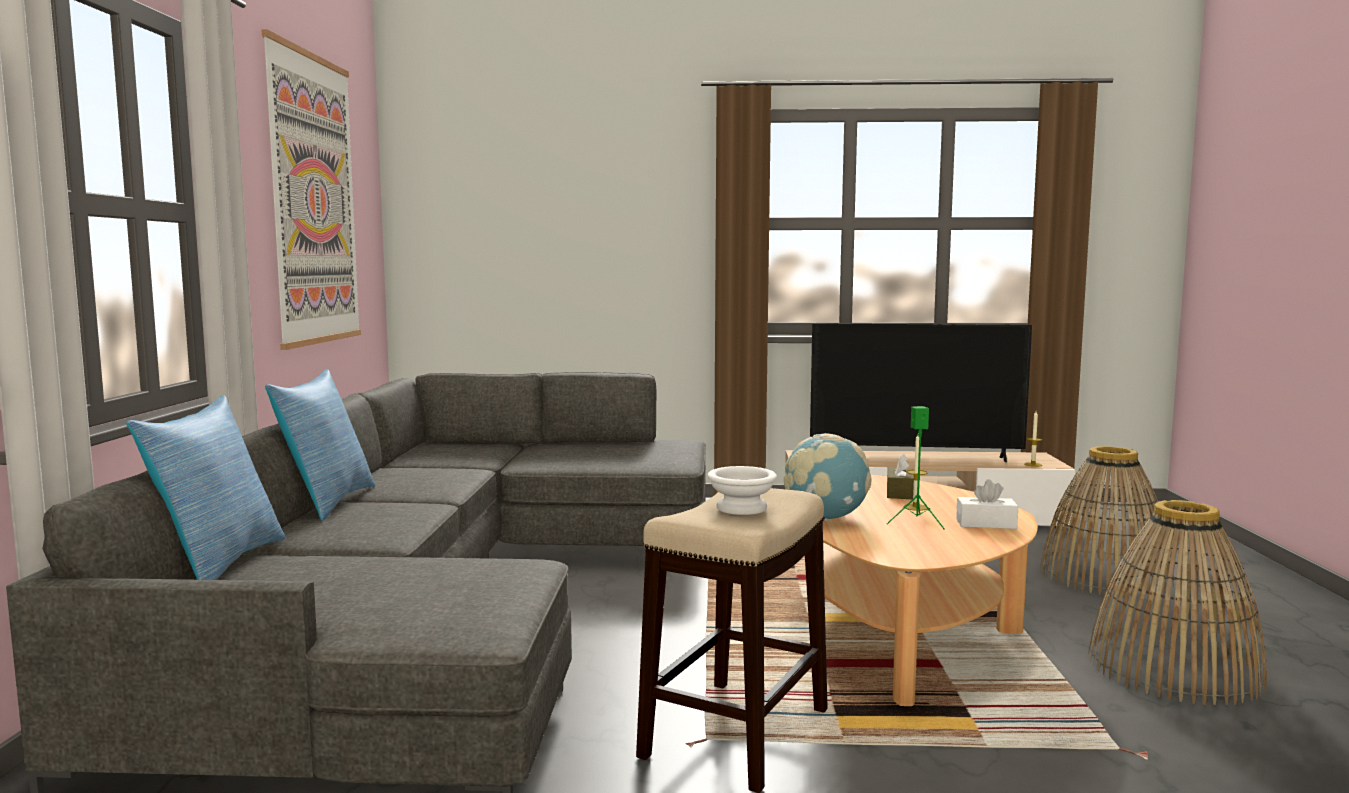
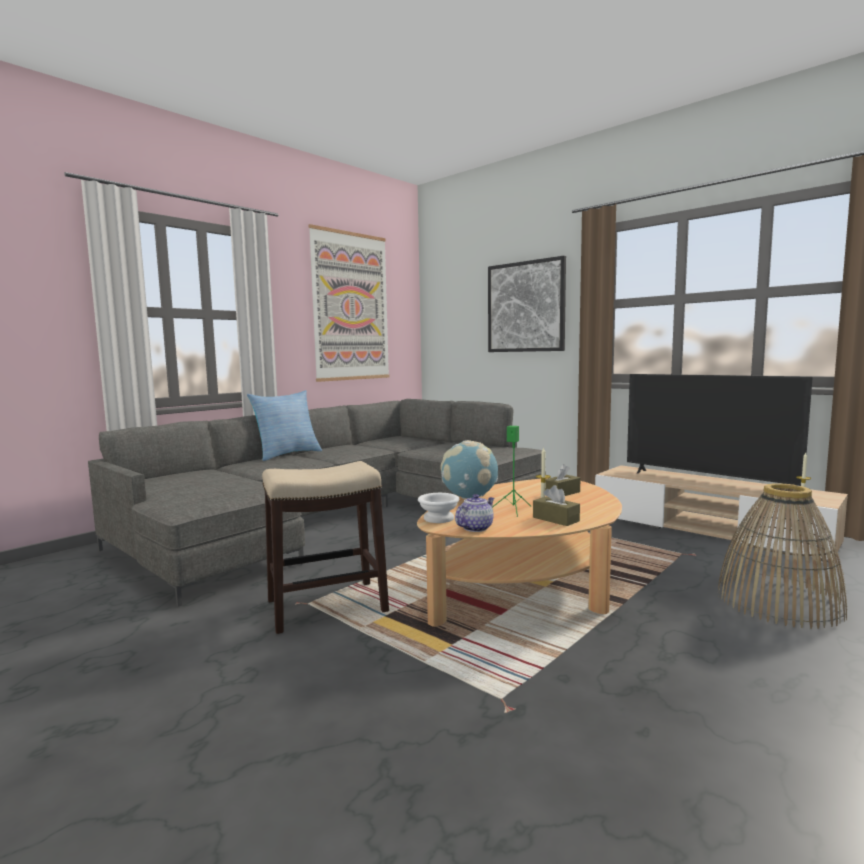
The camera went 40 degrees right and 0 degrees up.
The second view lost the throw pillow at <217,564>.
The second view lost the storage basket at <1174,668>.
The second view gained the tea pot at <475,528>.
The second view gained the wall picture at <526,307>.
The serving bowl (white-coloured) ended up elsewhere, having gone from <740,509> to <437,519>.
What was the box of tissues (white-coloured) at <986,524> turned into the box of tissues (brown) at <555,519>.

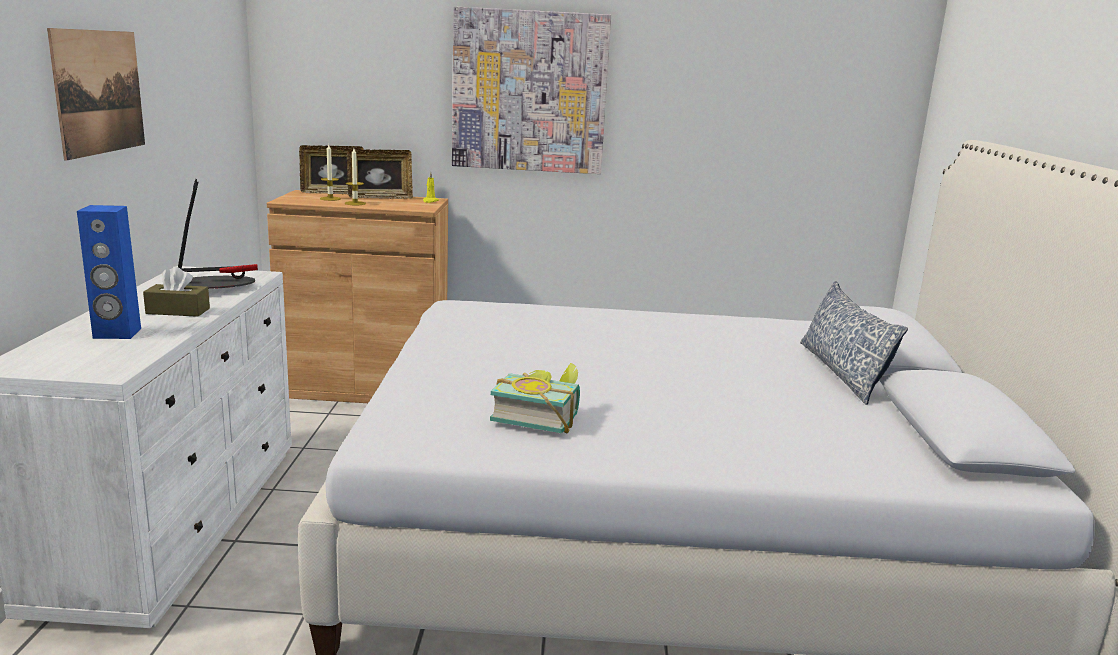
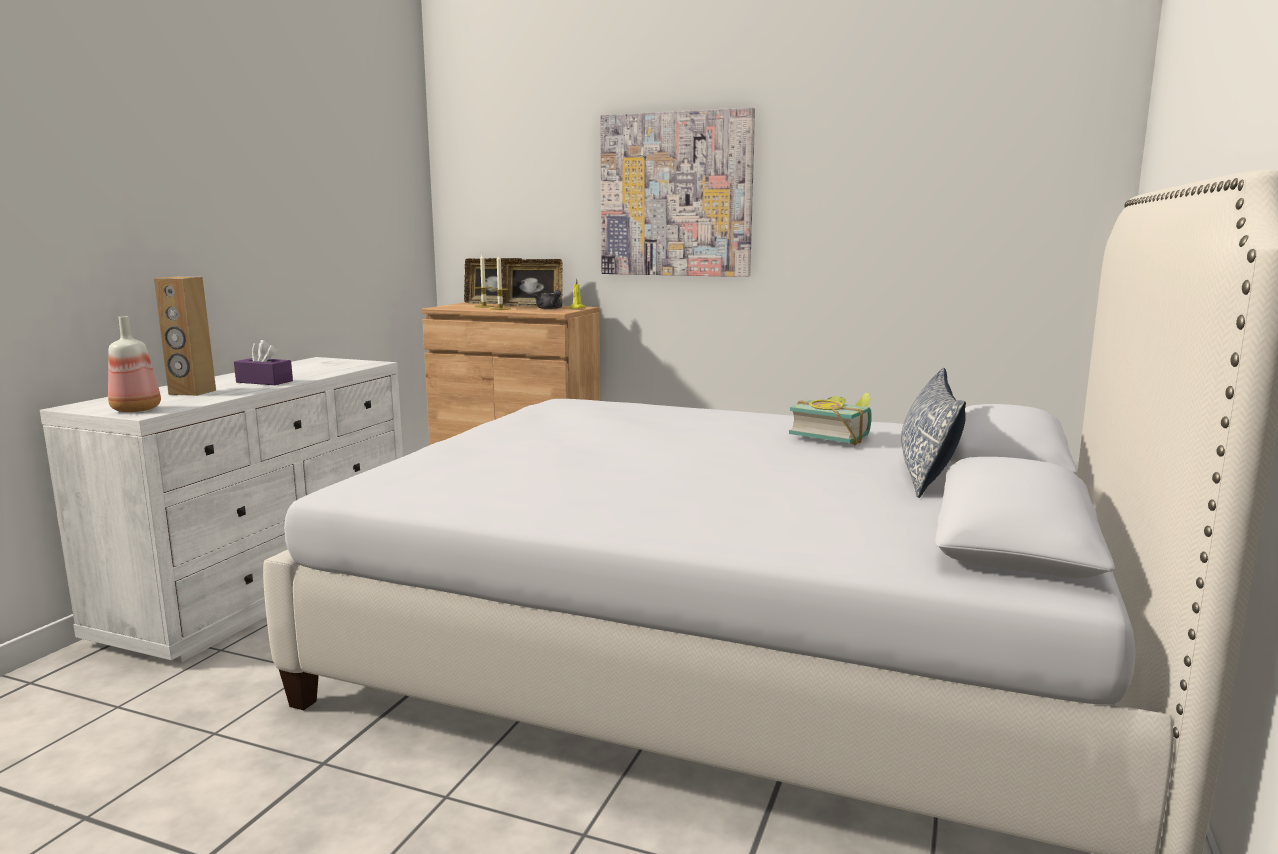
The camera went 20 degrees right and 5 degrees down.
The second view lost the wall picture at <99,92>.
The second view lost the tabletop lamp at <213,286>.
The second view gained the beverage bottle at <137,409>.
The second view gained the tea pot (gray) at <550,309>.
The book ended up elsewhere, having gone from <538,417> to <833,436>.
What was the audio speaker (blue) at <117,333> turned into the audio speaker (brown) at <192,392>.
What was the box of tissues (brown) at <178,311> turned into the box of tissues (purple-coloured) at <264,381>.

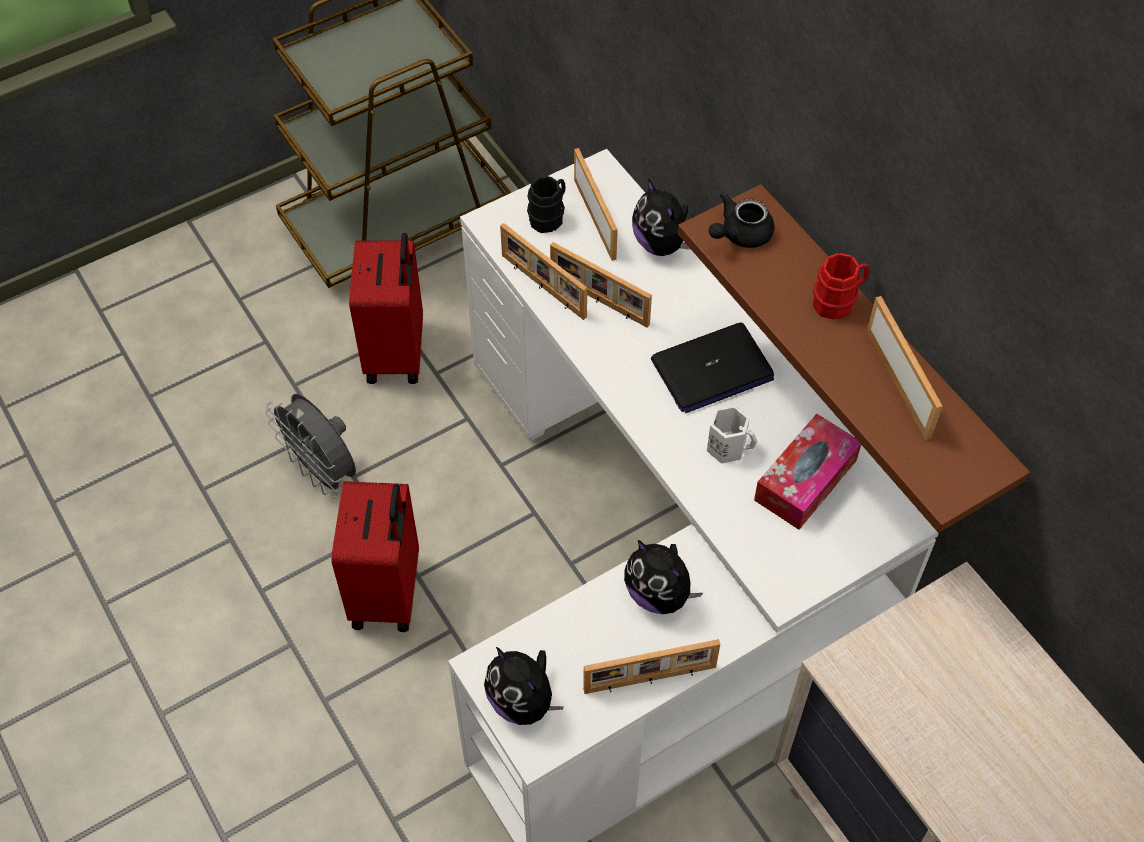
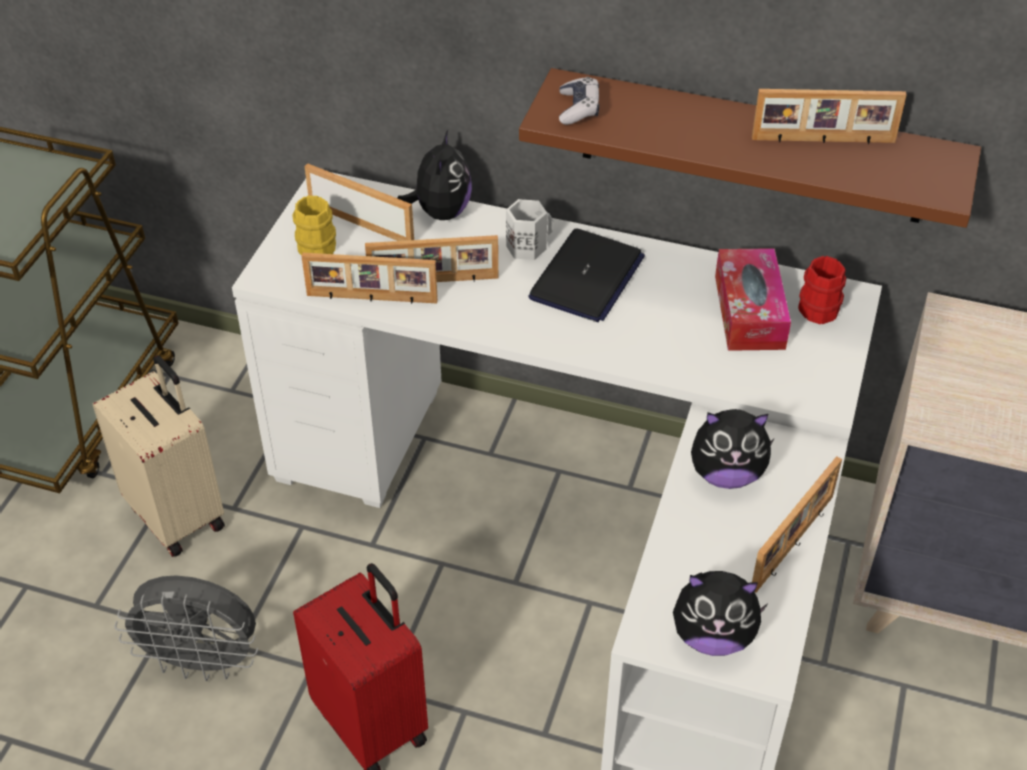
The camera went 40 degrees left and 10 degrees down.
The coffee mug (white-coloured) ended up elsewhere, having gone from <728,446> to <527,246>.
The coffee mug (red) ended up elsewhere, having gone from <838,301> to <820,305>.
Where the tea pot (black-coloured) stood at <740,234>, the game controller came to stand at <578,109>.
What was the travel case (red) at <397,353> turned into the travel case (beige-coloured) at <178,514>.
What was the coffee mug (black-coloured) at <549,216> turned into the coffee mug (yellow) at <317,243>.
The soft toy at <661,244> ended up facing another way, 105 degrees counterclockwise from before.
The standing frame at <900,383> ended up facing another way, 150 degrees clockwise from before.

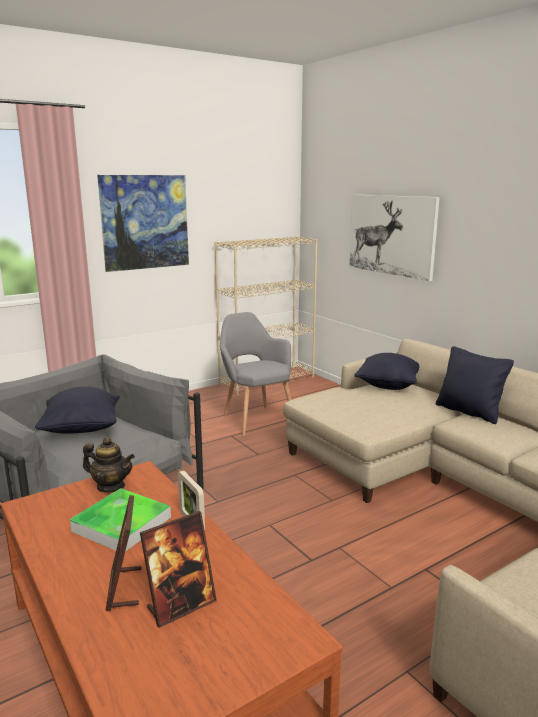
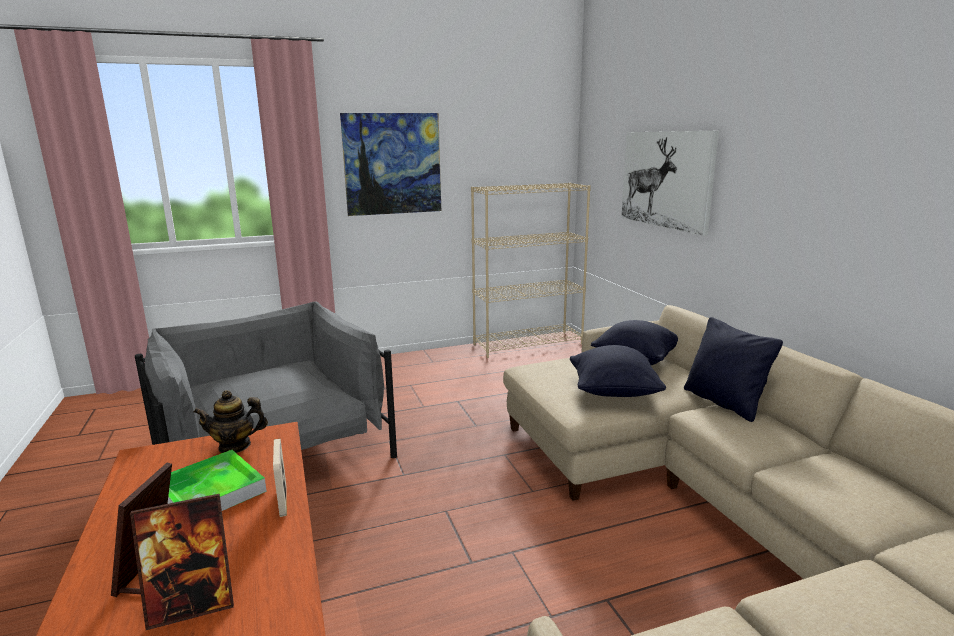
The camera went 15 degrees right and 0 degrees up.
The second view lost the easy chair (gray) at <255,419>.
The throw pillow (black-coloured) ended up elsewhere, having gone from <82,430> to <613,393>.
The tea pot at <111,486> ended up facing another way, 135 degrees clockwise from before.

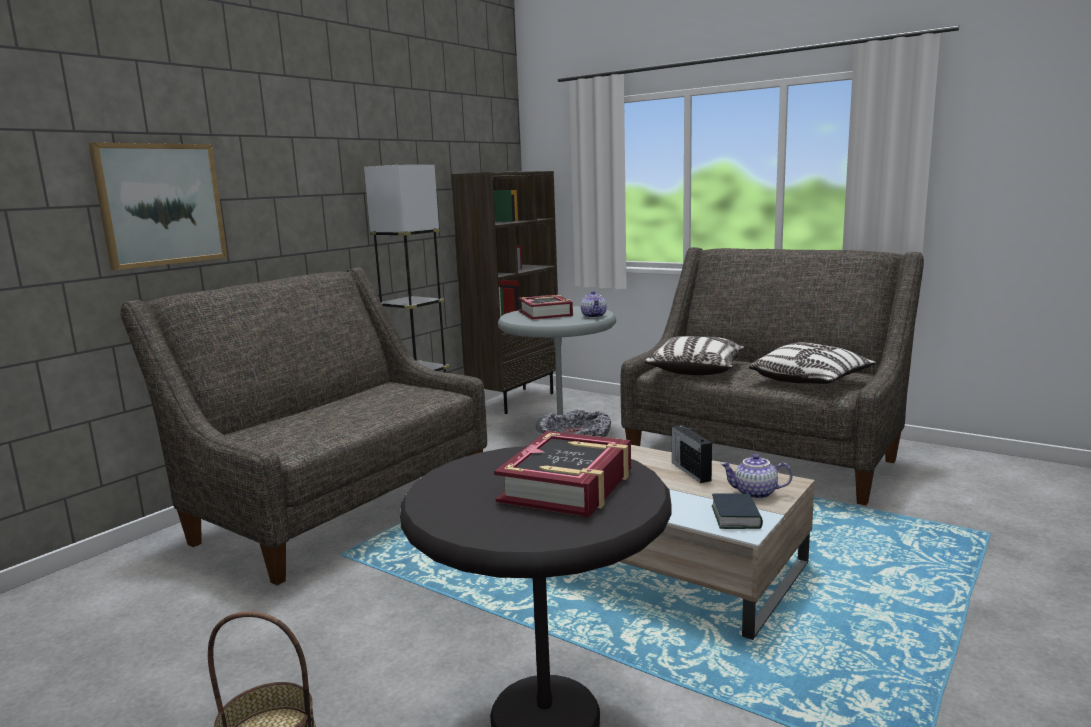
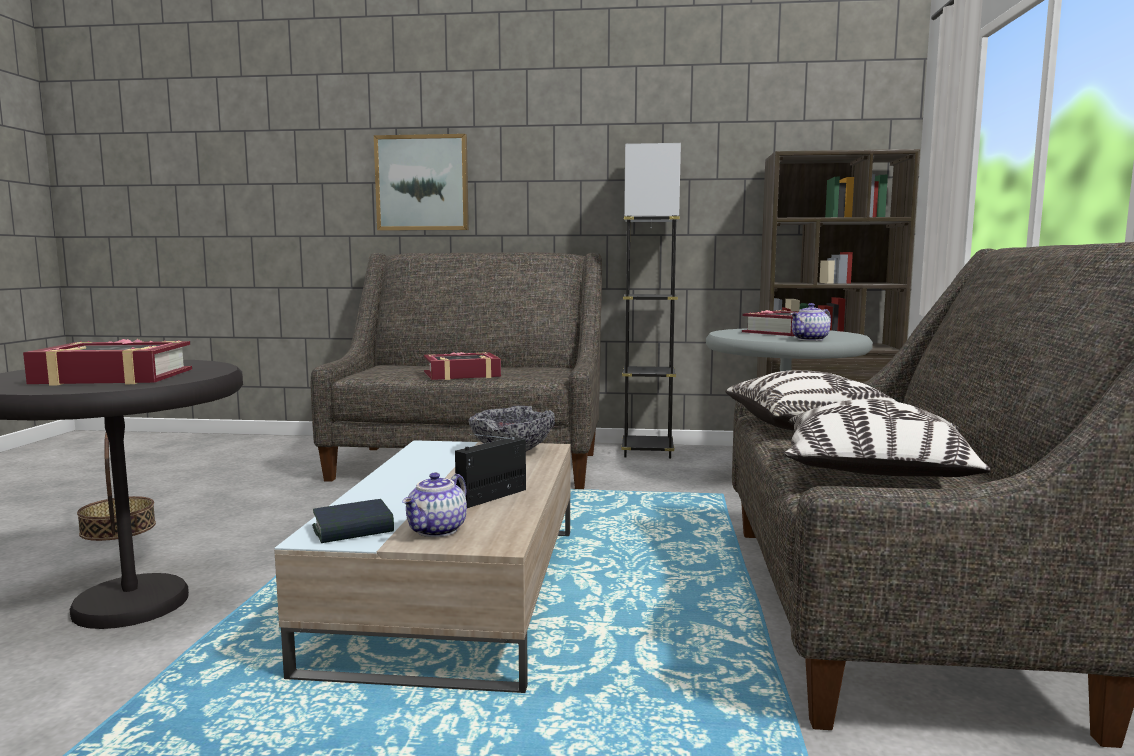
The camera went 60 degrees right and 5 degrees down.
The second view gained the book at <462,375>.
The tea pot at <755,494> ended up facing another way, 135 degrees counterclockwise from before.

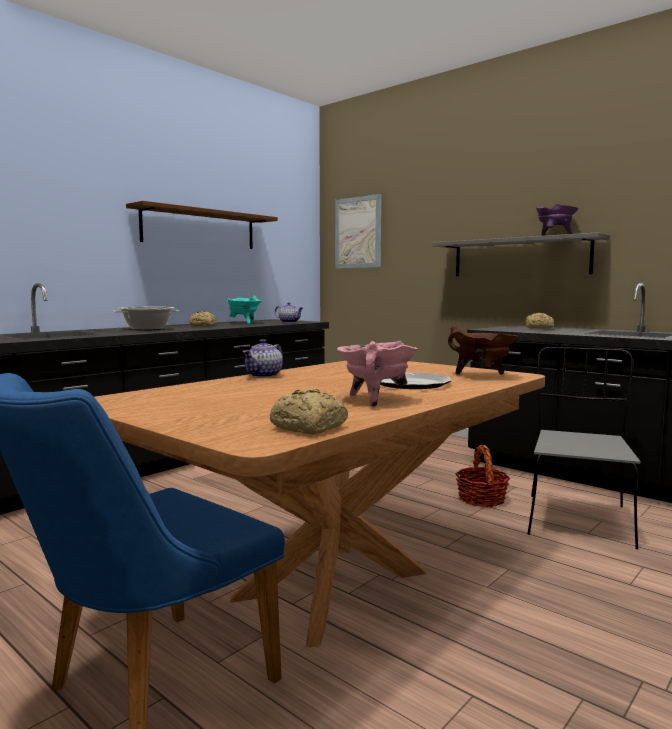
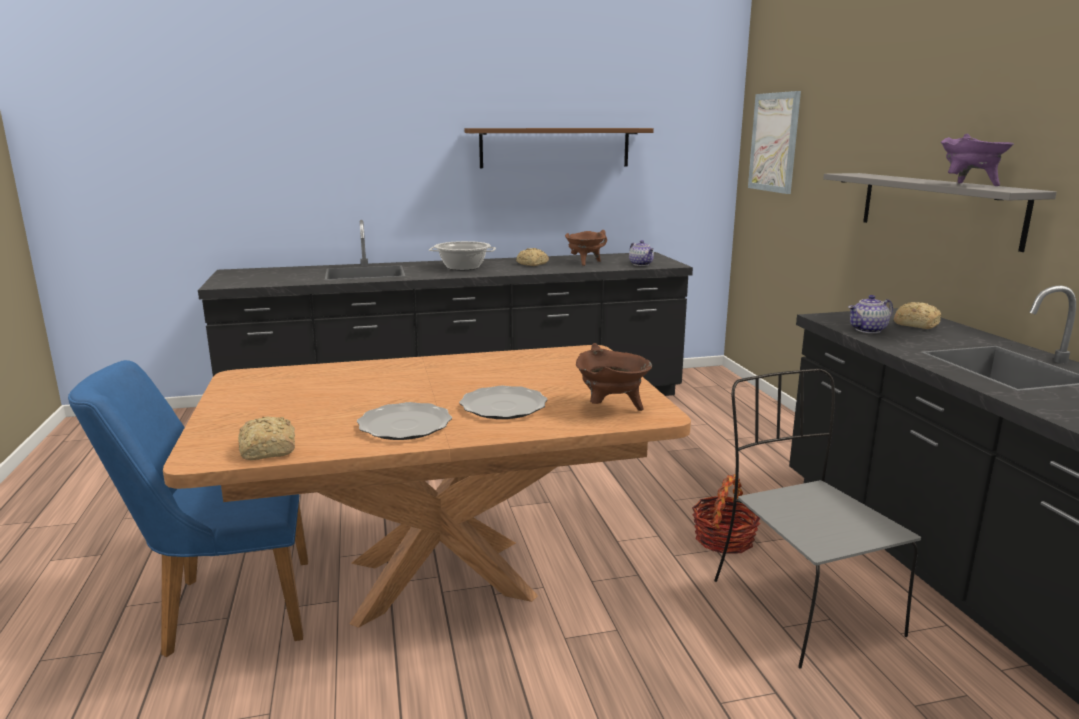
The camera went 35 degrees right and 10 degrees up.
The tea pot ended up elsewhere, having gone from <264,376> to <868,330>.
Where the cooking pot (pinkish) stood at <375,400>, the flat dish came to stand at <405,425>.
What was the cooking pot (turquoise-coloured) at <244,323> turned into the cooking pot (brown) at <584,263>.
The chair (gray) at <577,519> ended up facing another way, 75 degrees counterclockwise from before.

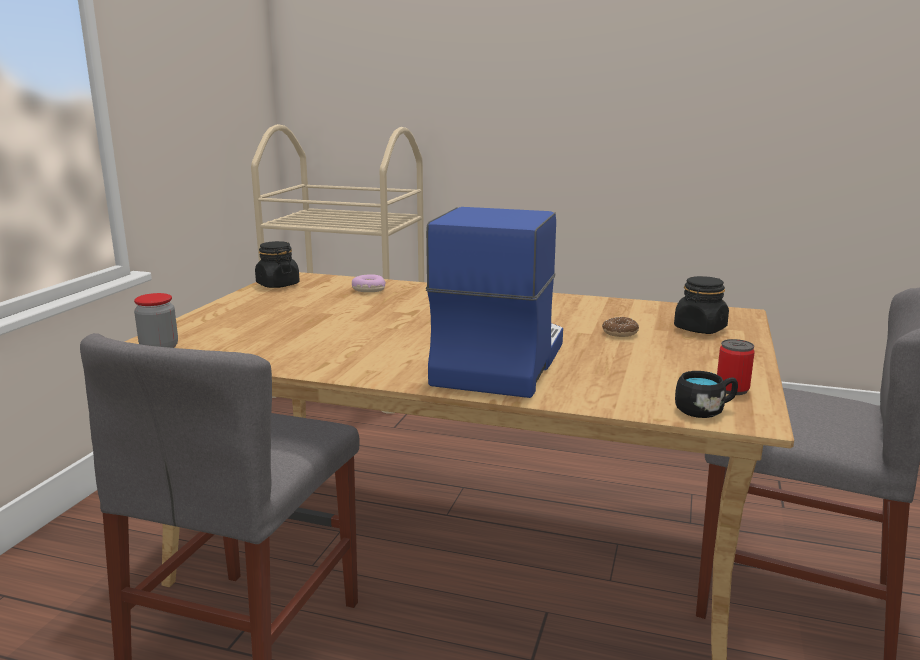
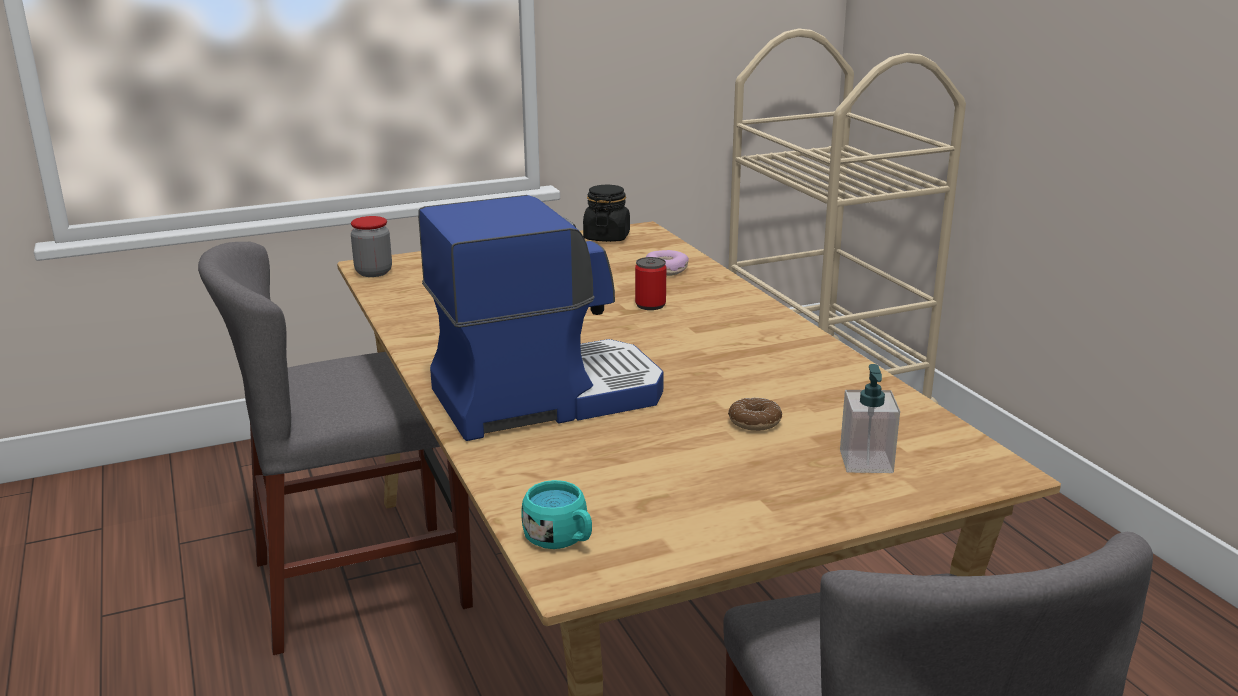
The camera went 50 degrees right and 5 degrees up.
The metal can ended up elsewhere, having gone from <732,389> to <650,305>.
Where the jar (black-coloured) stood at <700,329>, the soap dispenser came to stand at <866,462>.
What was the coffee mug (black-coloured) at <705,410> turned into the coffee mug (turquoise-coloured) at <561,539>.

